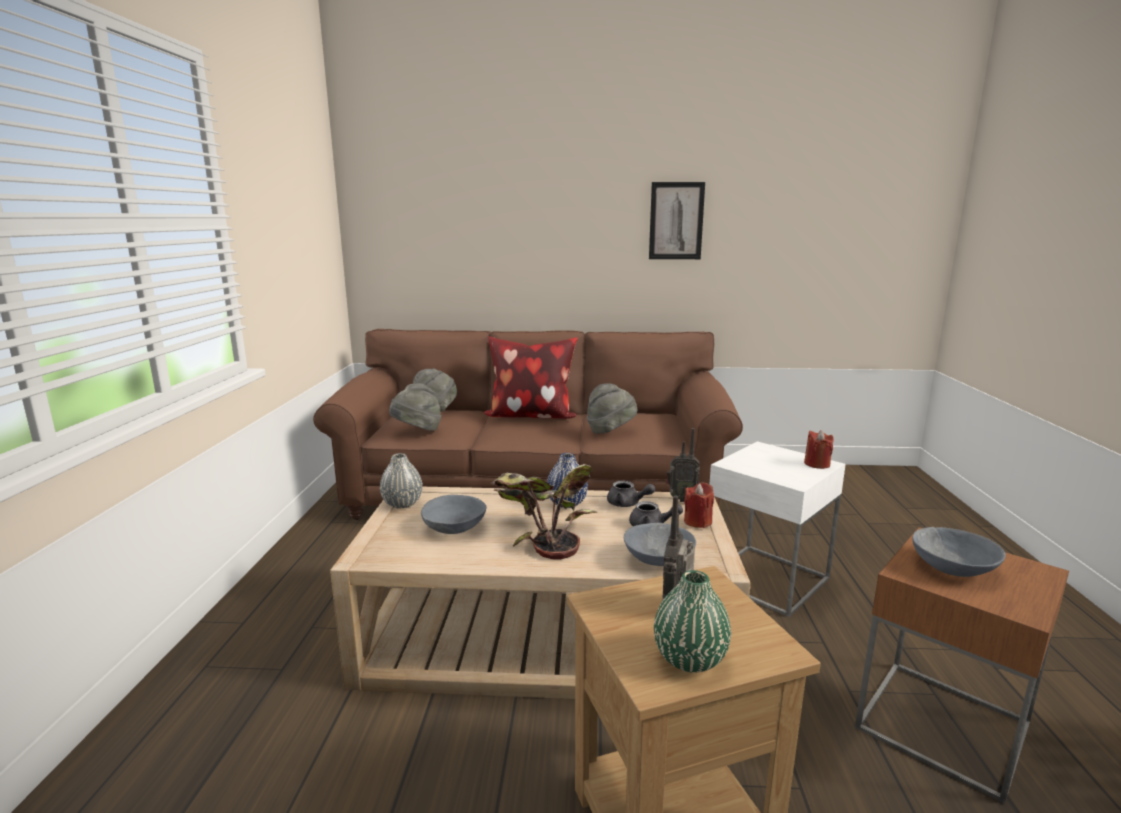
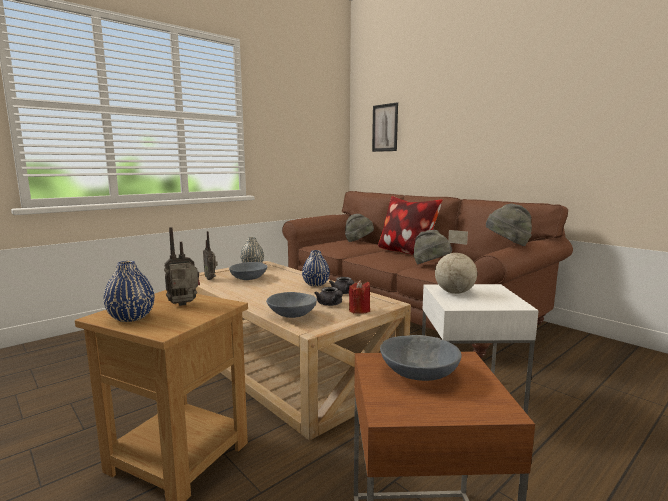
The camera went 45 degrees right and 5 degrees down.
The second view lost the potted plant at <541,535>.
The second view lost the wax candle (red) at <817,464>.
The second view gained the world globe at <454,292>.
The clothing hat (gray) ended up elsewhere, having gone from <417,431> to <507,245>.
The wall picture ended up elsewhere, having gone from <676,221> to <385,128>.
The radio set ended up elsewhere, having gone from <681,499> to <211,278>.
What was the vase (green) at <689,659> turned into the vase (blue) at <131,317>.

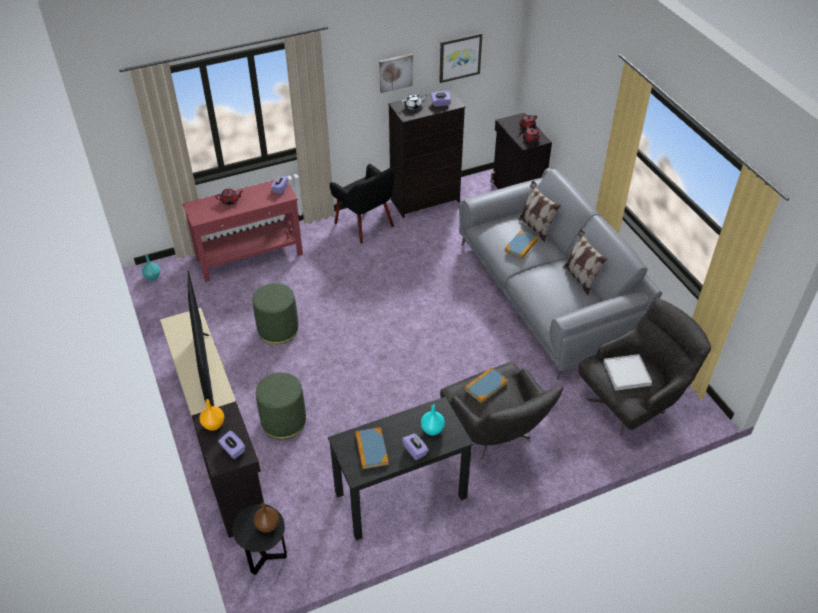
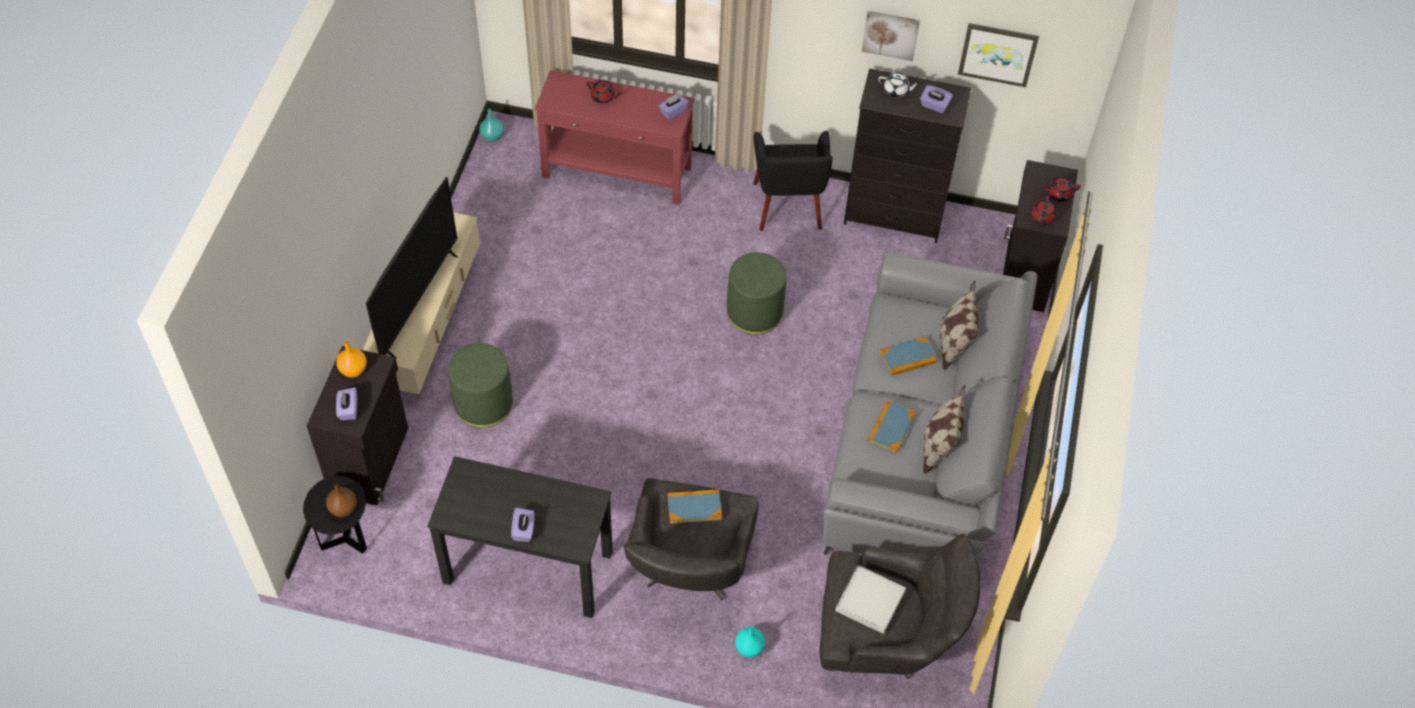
The camera went 35 degrees right and 10 degrees up.
The ottoman (green) ended up elsewhere, having gone from <278,329> to <755,312>.
The book ended up elsewhere, having gone from <371,449> to <890,428>.
The vase (turquoise-coloured) ended up elsewhere, having gone from <432,429> to <749,648>.

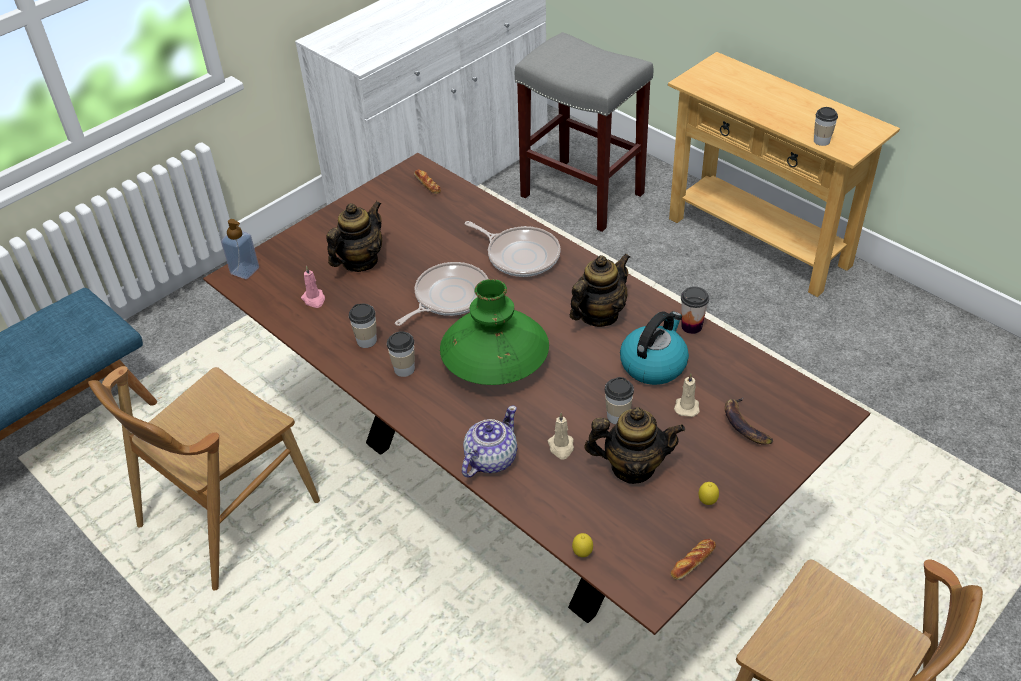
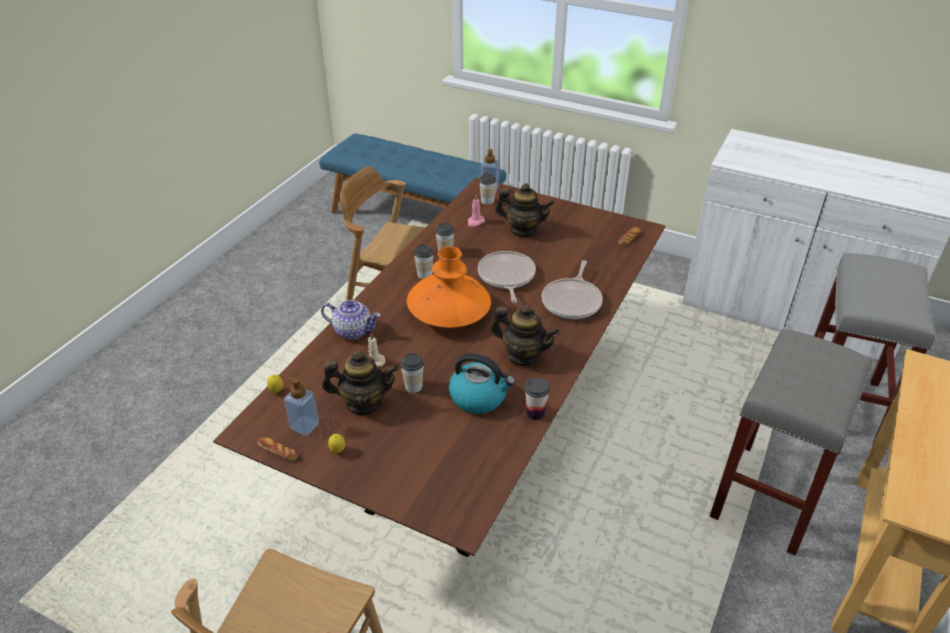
The camera went 70 degrees right and 5 degrees down.
The second view lost the wax candle (beige-coloured) at <686,406>.
The second view lost the whole banana at <744,425>.
The second view gained the soap dispenser at <304,426>.
The second view gained the stool seat (gray) at <767,495>.
The small cup ended up elsewhere, having gone from <821,141> to <487,201>.
What was the vase (green) at <495,361> turned into the vase (orange-coloured) at <449,313>.
The pan at <448,297> ended up facing another way, 120 degrees counterclockwise from before.
The tea pot at <632,467> ended up facing another way, 75 degrees counterclockwise from before.

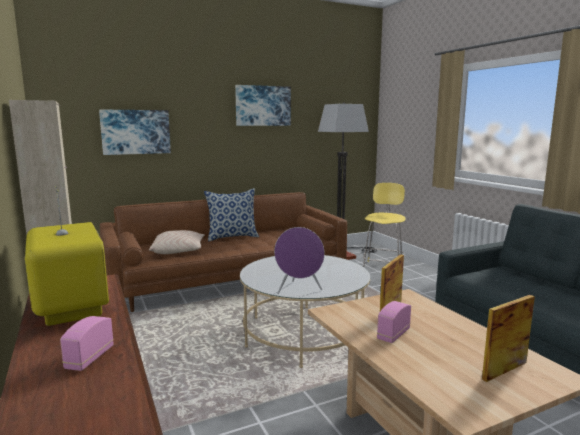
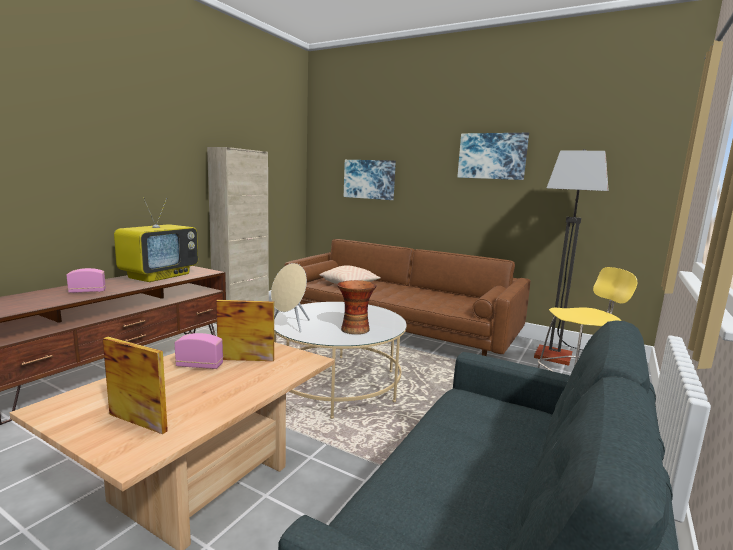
The camera went 55 degrees right and 0 degrees up.
The second view lost the throw pillow at <232,237>.
The second view gained the vase at <354,329>.
What was the audio speaker (purple-coloured) at <299,290> turned into the audio speaker (beige-coloured) at <290,325>.

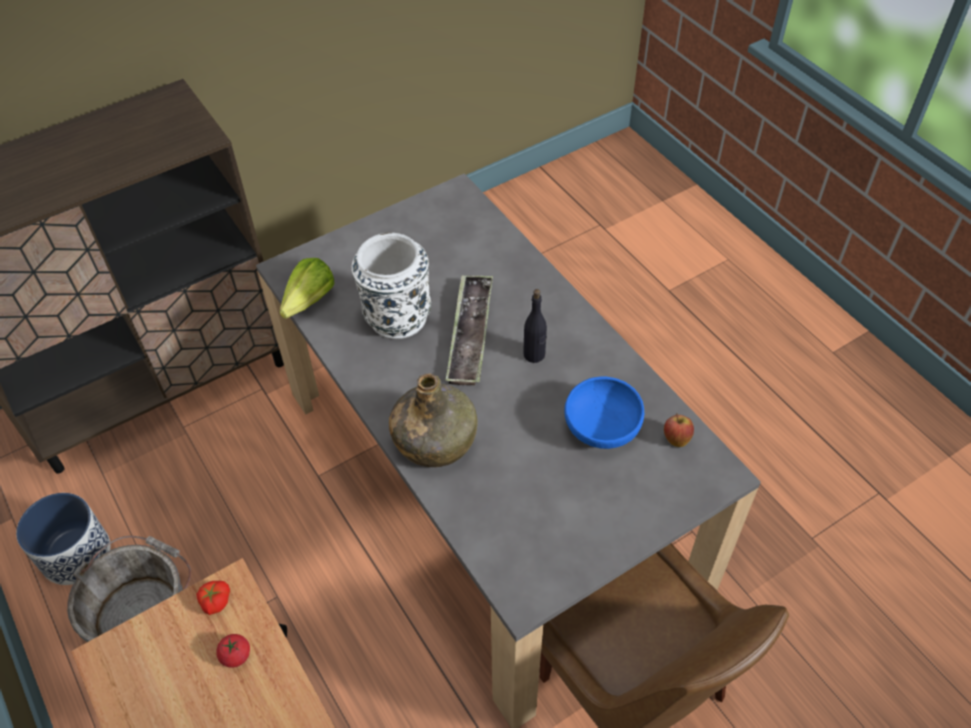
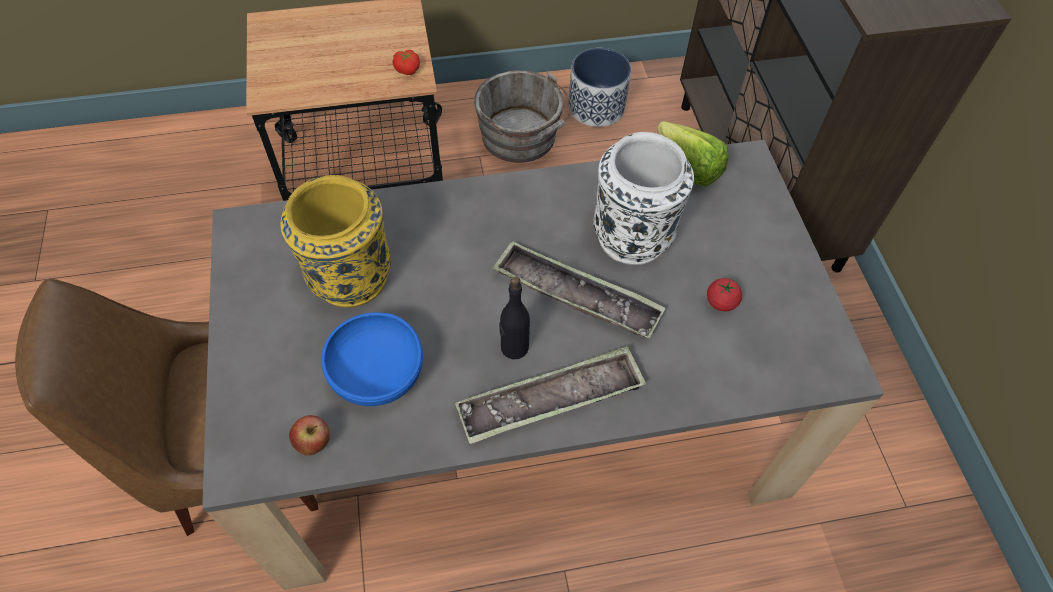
The camera went 110 degrees right and 5 degrees up.
The second view lost the beverage bottle (green) at <435,440>.
The second view gained the vase (yellow) at <349,278>.
The second view gained the carrying tray at <551,400>.
The whole tomato ended up elsewhere, having gone from <236,655> to <721,302>.

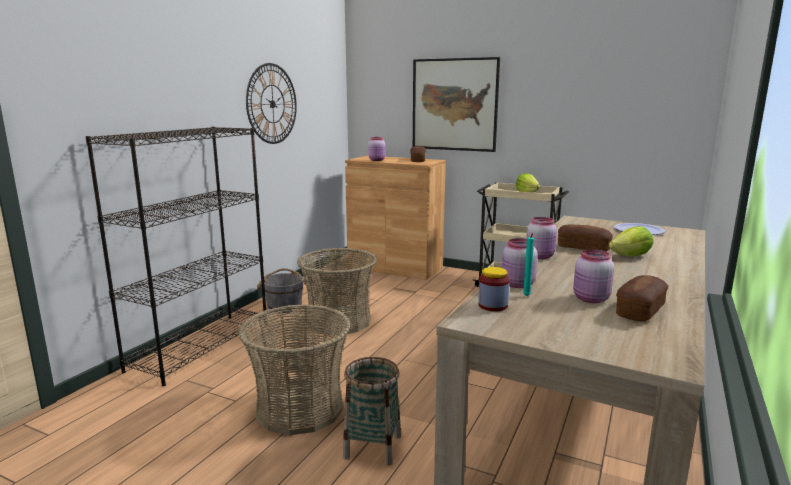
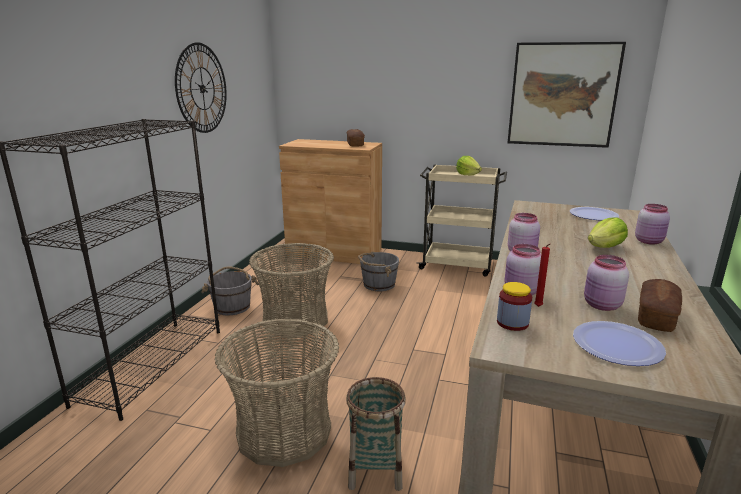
The camera went 10 degrees left and 5 degrees up.
The second view lost the bakery bread at <583,248>.
The second view gained the water bucket (gray) at <378,284>.
The second view gained the flat dish at <617,345>.
The jar (pinkish) ended up elsewhere, having gone from <377,160> to <649,241>.
The wall picture ended up elsewhere, having gone from <454,105> to <562,95>.
What was the wax candle (turquoise-coloured) at <526,296> turned into the wax candle (red) at <538,307>.

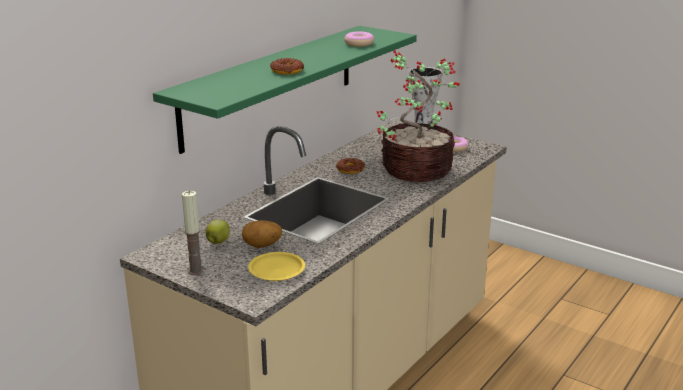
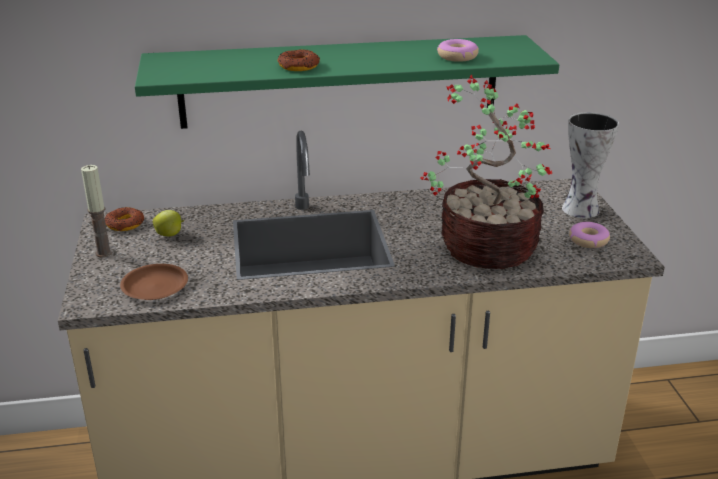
The camera went 45 degrees right and 5 degrees up.
The second view lost the spud at <262,246>.
The donut ended up elsewhere, having gone from <350,169> to <125,224>.
What was the flat dish (yellow) at <277,270> turned into the flat dish (brown) at <154,286>.

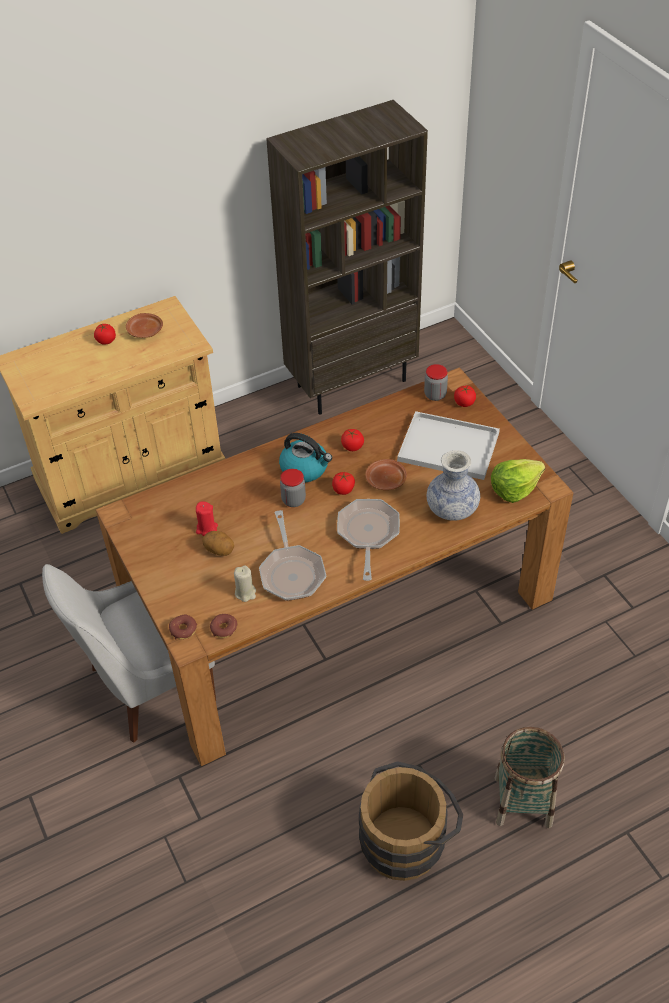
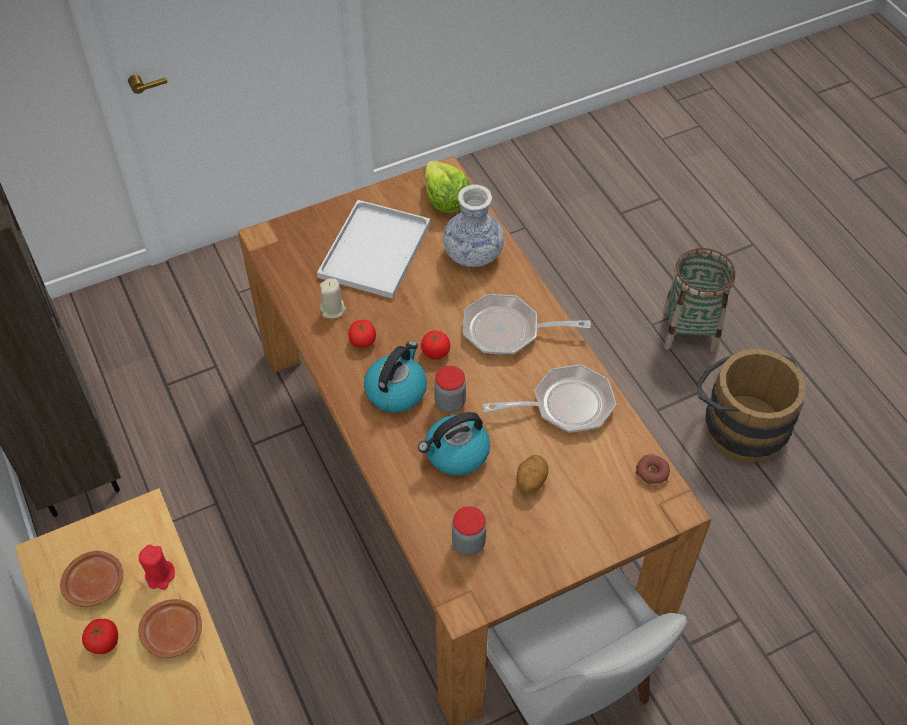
The camera went 90 degrees left and 5 degrees up.
The second view lost the donut at <183,629>.
The second view lost the whole tomato at <464,402>.
The second view gained the kettle at <456,453>.
The wax candle (red) ended up elsewhere, having gone from <206,529> to <160,576>.
The wax candle (beige-coloured) ended up elsewhere, having gone from <245,593> to <333,309>.
The flat dish (brown) ended up elsewhere, having gone from <386,480> to <173,633>.
The jar ended up elsewhere, having gone from <435,395> to <468,543>.

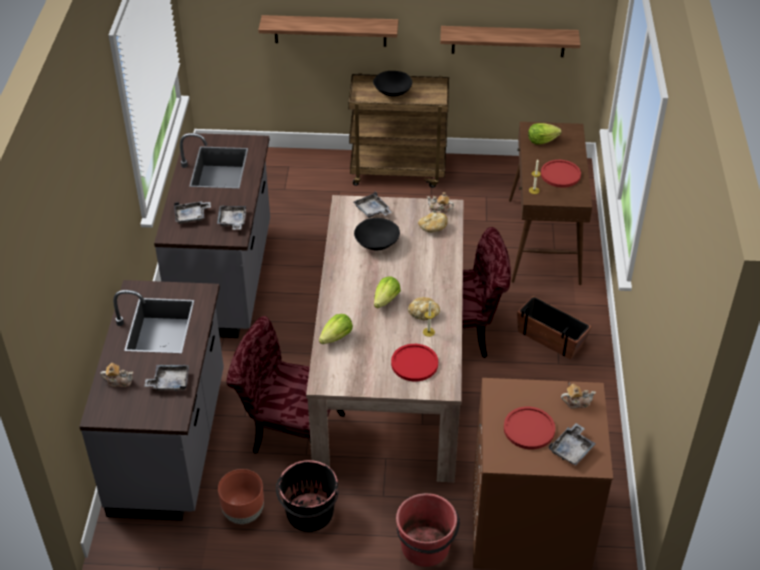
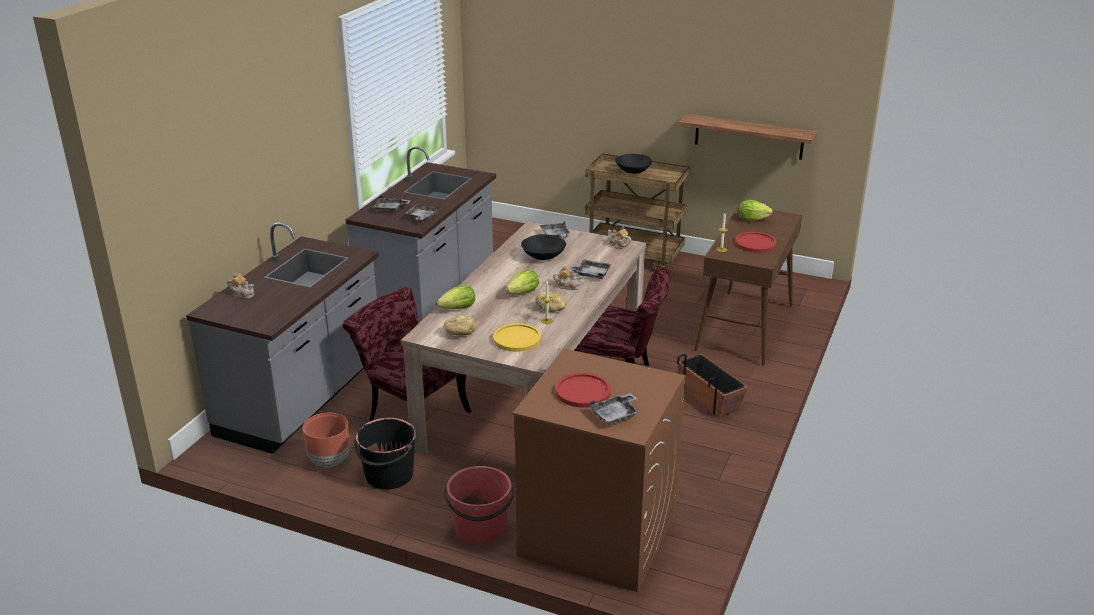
The camera went 20 degrees right and 15 degrees down.
The second view lost the shelf at <330,30>.
The carrying tray (gray) ended up elsewhere, having gone from <170,382> to <591,274>.
The bakery bread ended up elsewhere, having gone from <432,228> to <460,332>.
The tea pot ended up elsewhere, having gone from <576,402> to <568,286>.
What was the flat dish (red) at <414,363> turned into the flat dish (yellow) at <517,339>.

